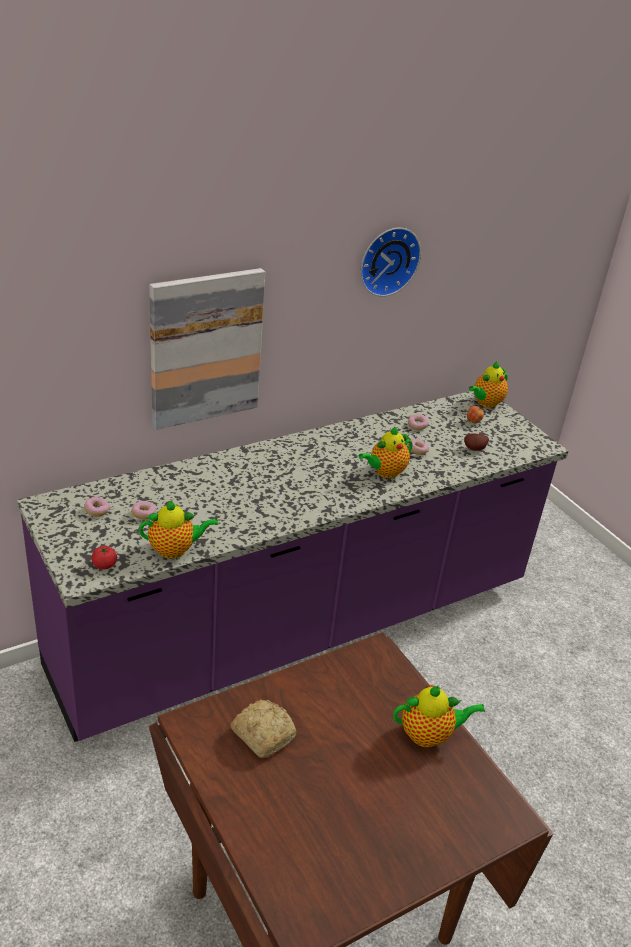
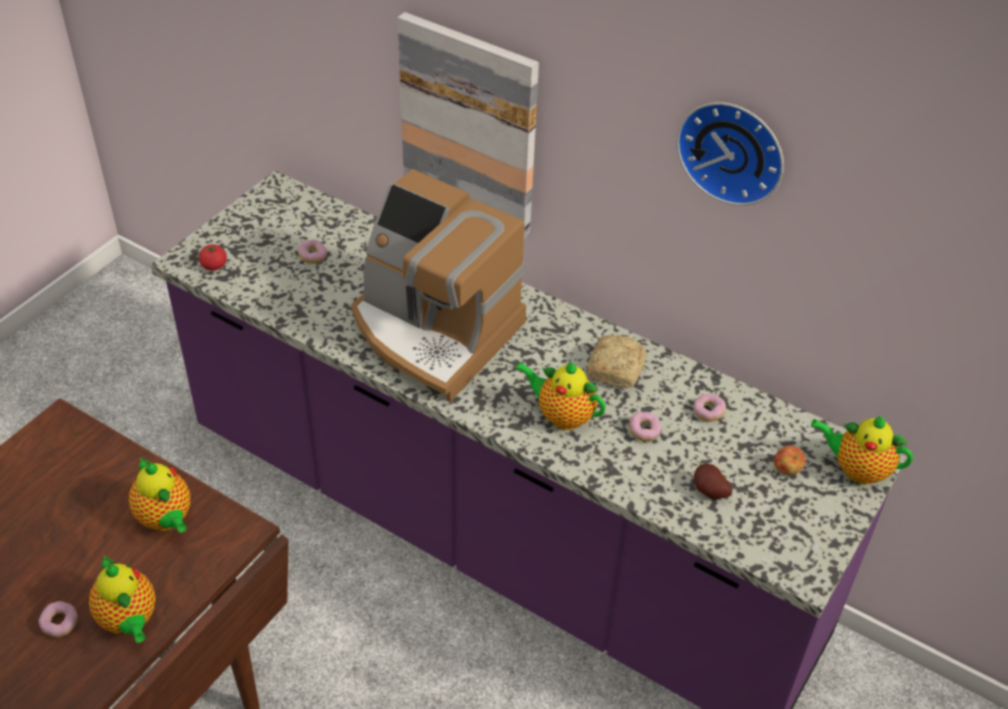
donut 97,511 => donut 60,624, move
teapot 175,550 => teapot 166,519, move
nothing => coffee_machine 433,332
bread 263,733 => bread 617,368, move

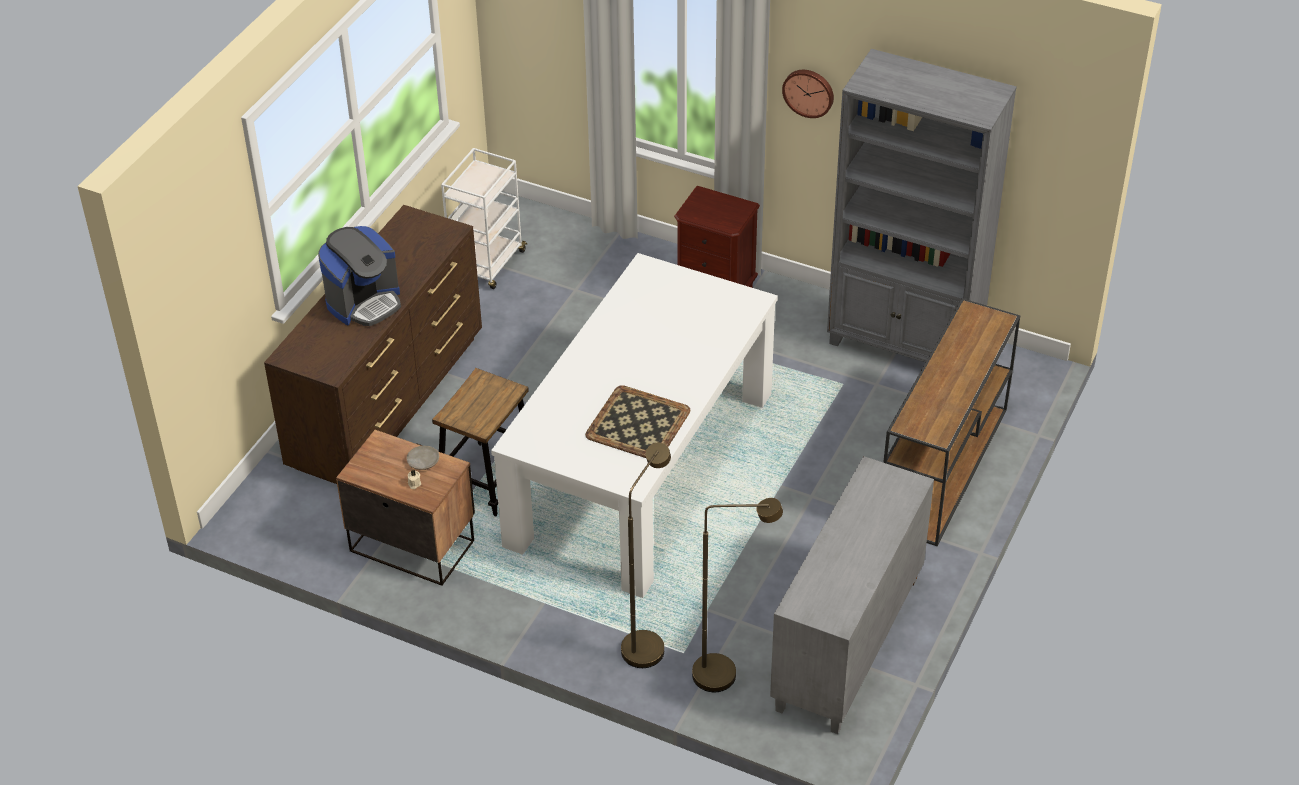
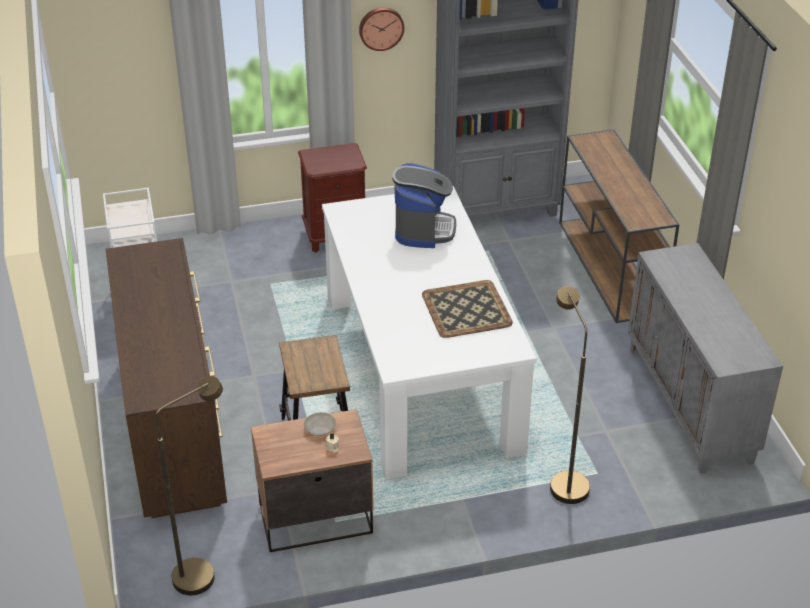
brown_floor_lamp 726,673 => brown_floor_lamp 203,571, move
coffee_machine 364,302 => coffee_machine 423,229, move

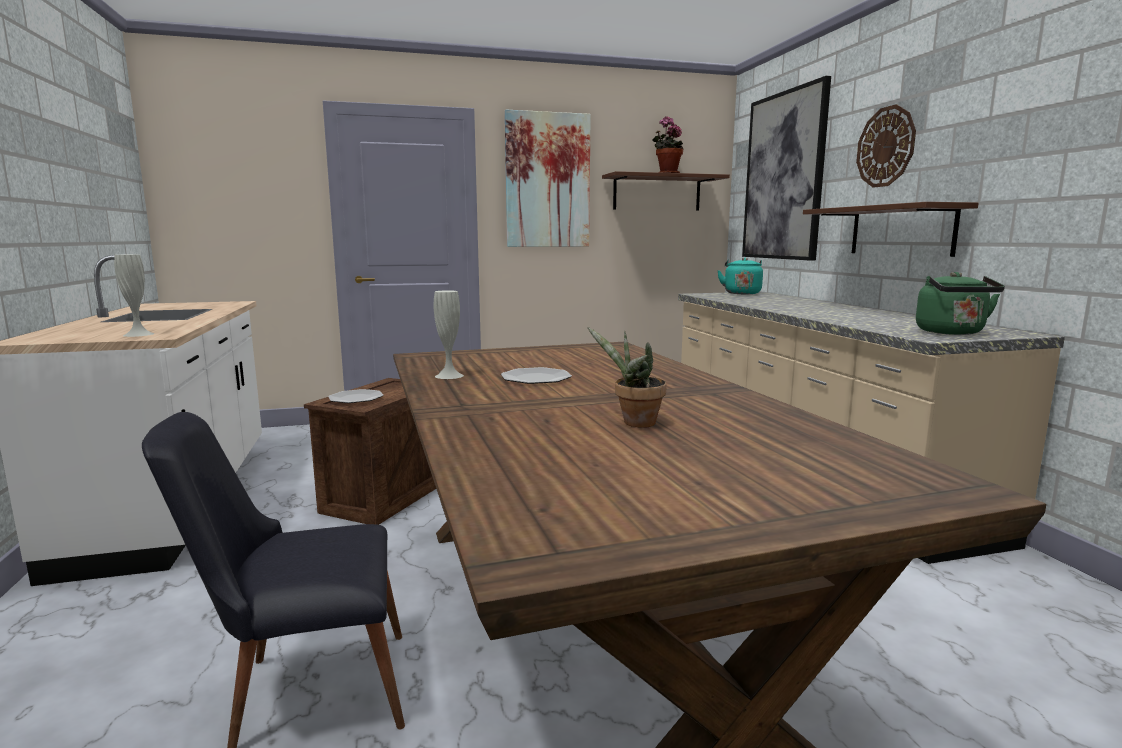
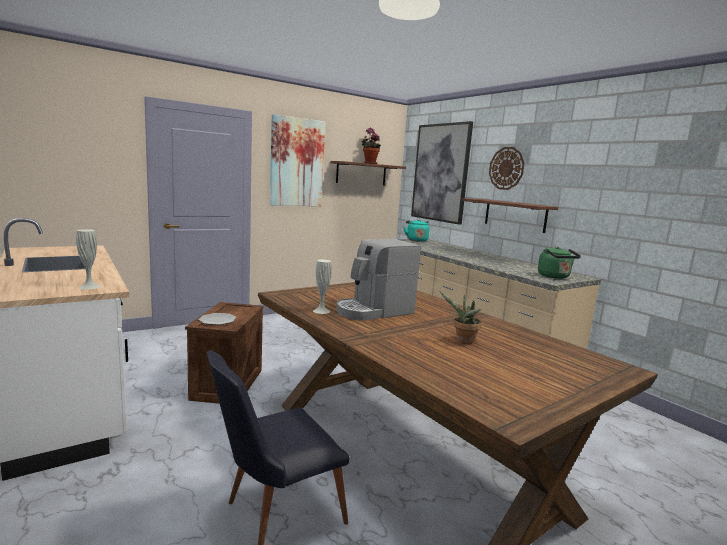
plate 536,378 => coffee_machine 373,311

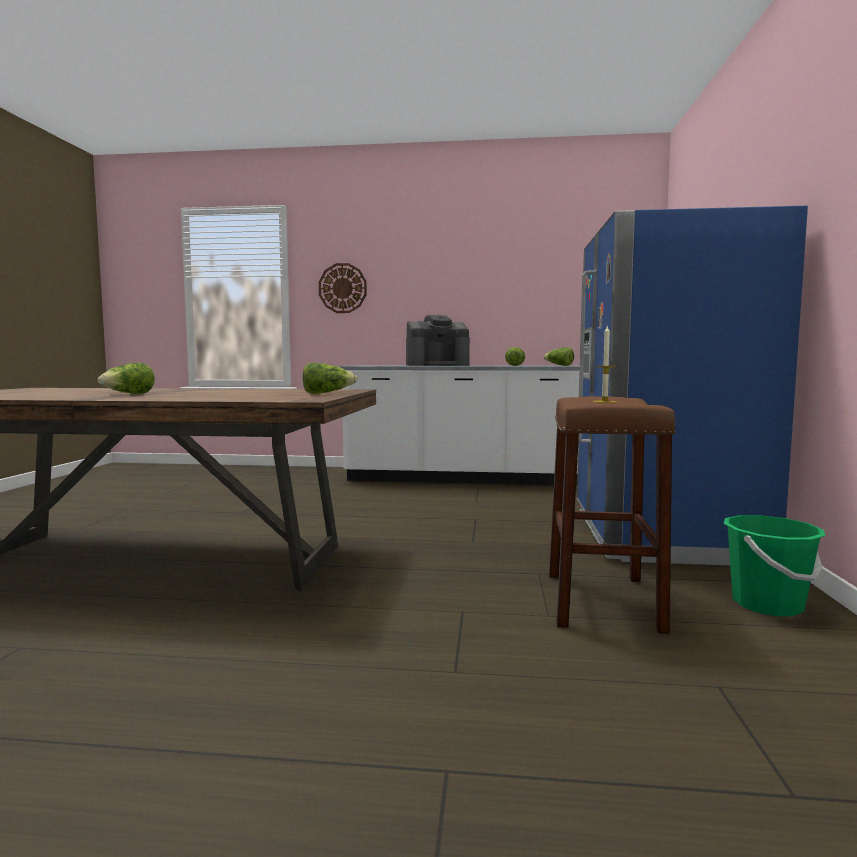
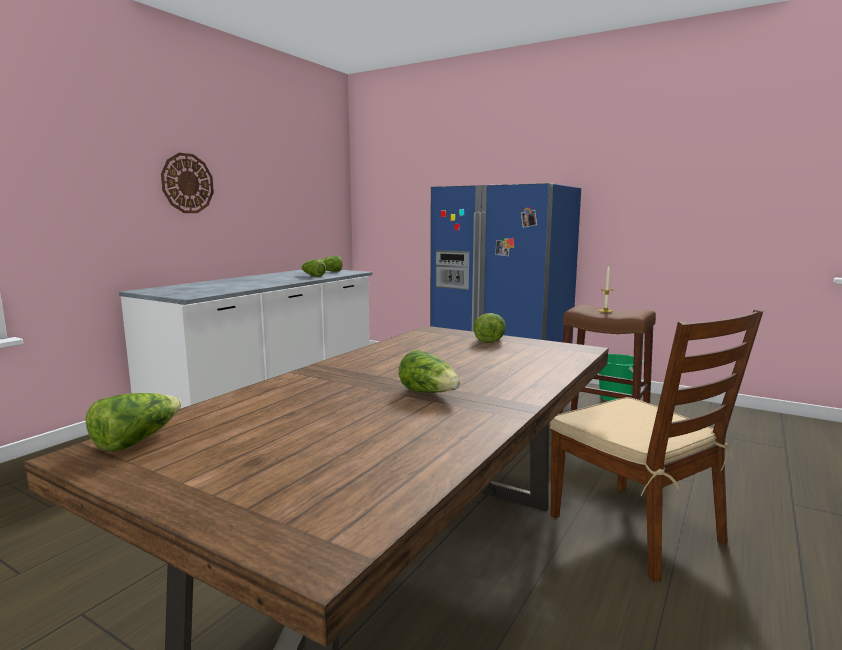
nothing => lettuce 136,440
wall_clock 342,288 => wall_clock 187,183, move
nothing => brown_chair 637,529
coffee_machine 437,365 => nothing

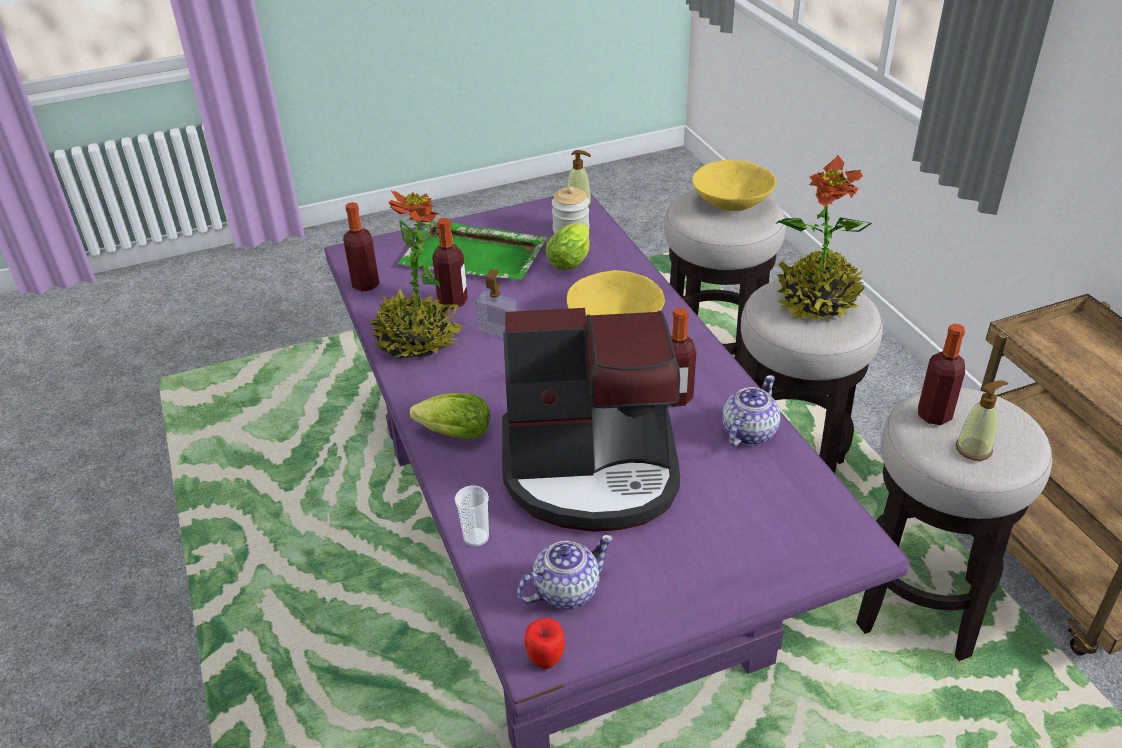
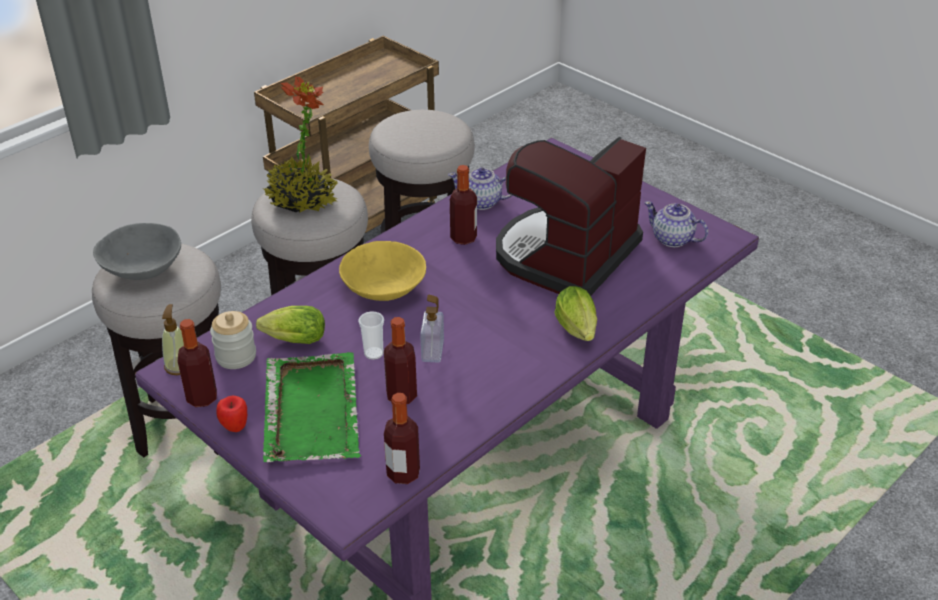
yellow_bowl 732,202 => grey_bowl 142,269
bottle 934,415 => bottle 202,398, move
apple 545,660 => apple 235,428, move
cup 476,537 => cup 373,353, move
coffee_machine 592,470 => coffee_machine 565,255, 120 degrees counterclockwise
potted_plant 417,341 => nothing
soap_dispenser 974,449 => nothing

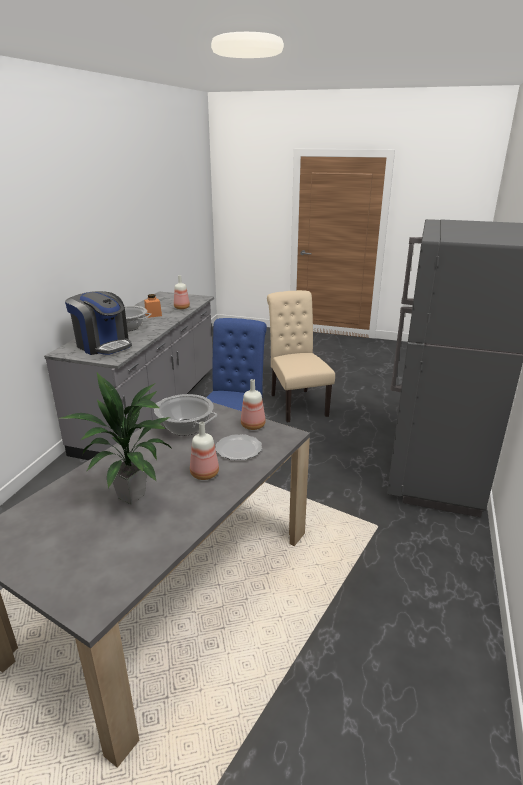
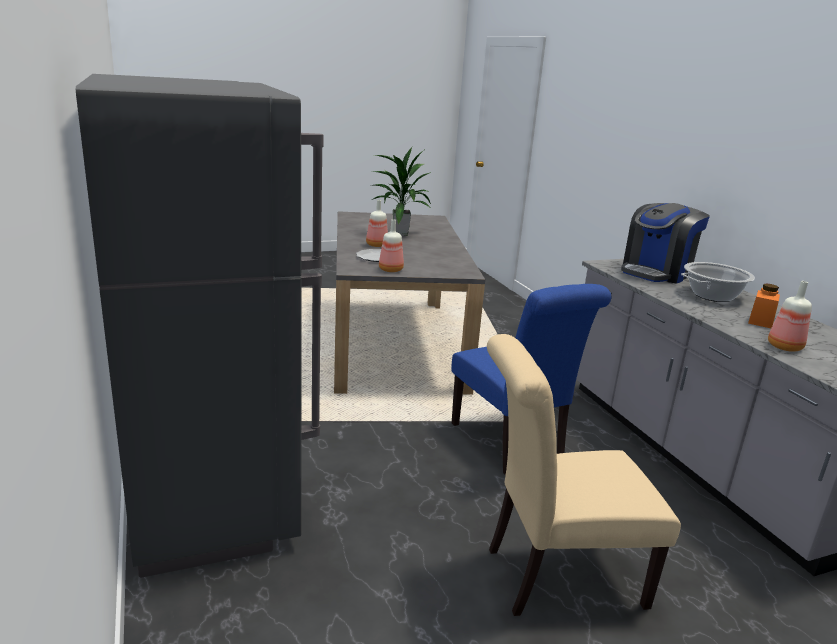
beige_chair 296,403 => beige_chair 554,576, 135 degrees clockwise
coffee_machine 103,345 => coffee_machine 656,272, 45 degrees counterclockwise
cooking_pot 185,427 => nothing

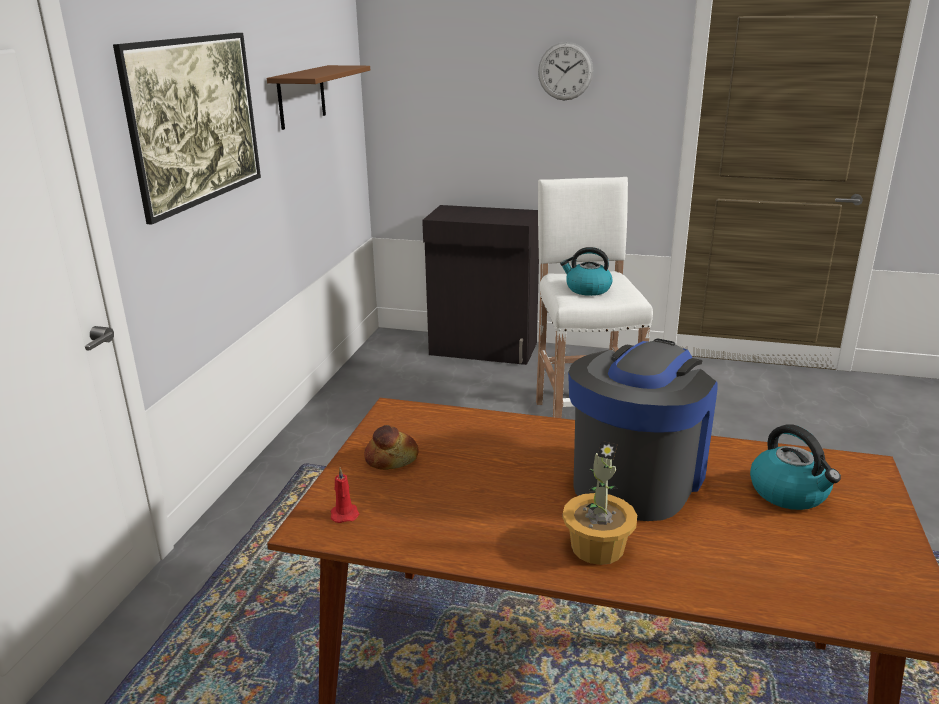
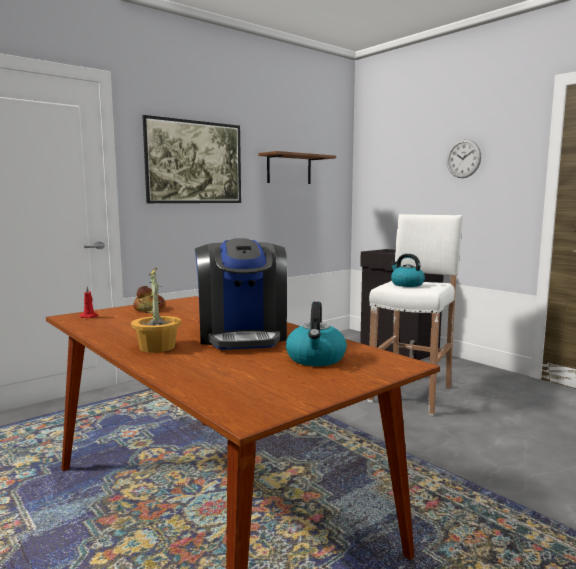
coffee_machine 637,477 => coffee_machine 243,336, 105 degrees clockwise

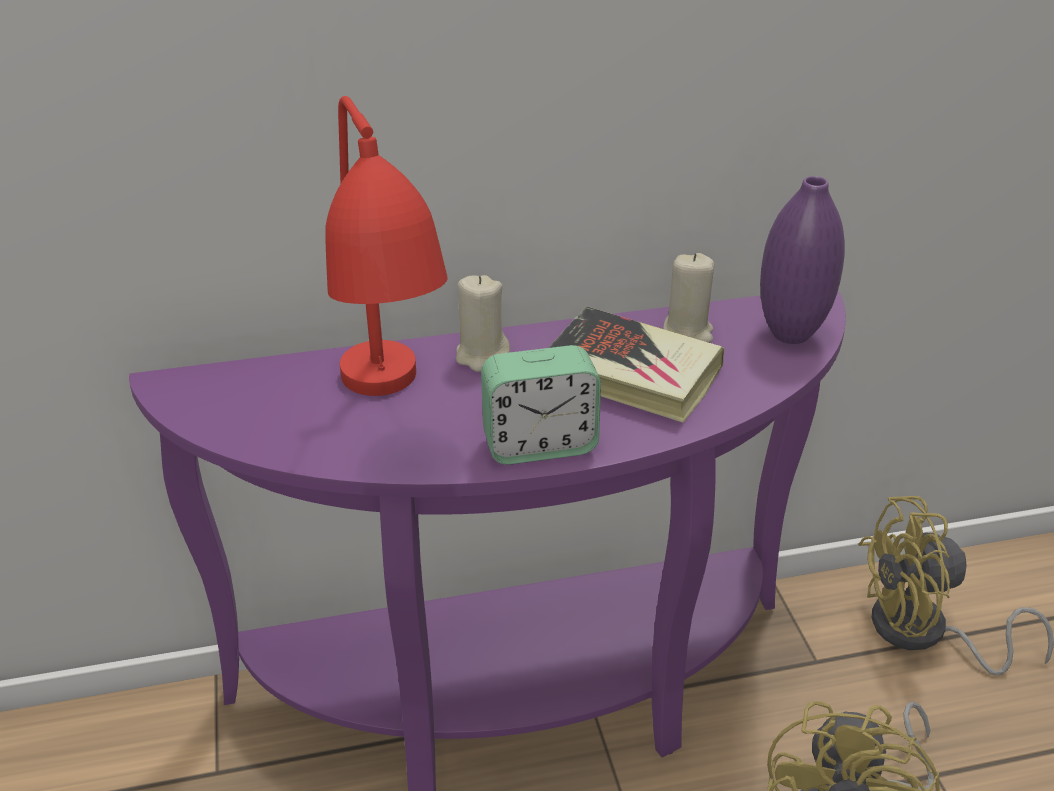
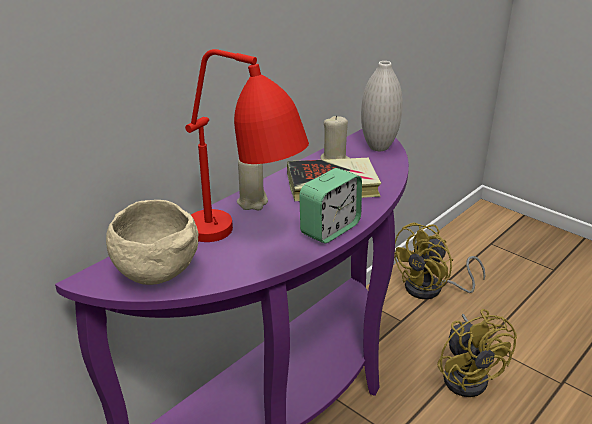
nothing => beige_bowl 155,272
purple_vase 790,334 => white_vase 378,147

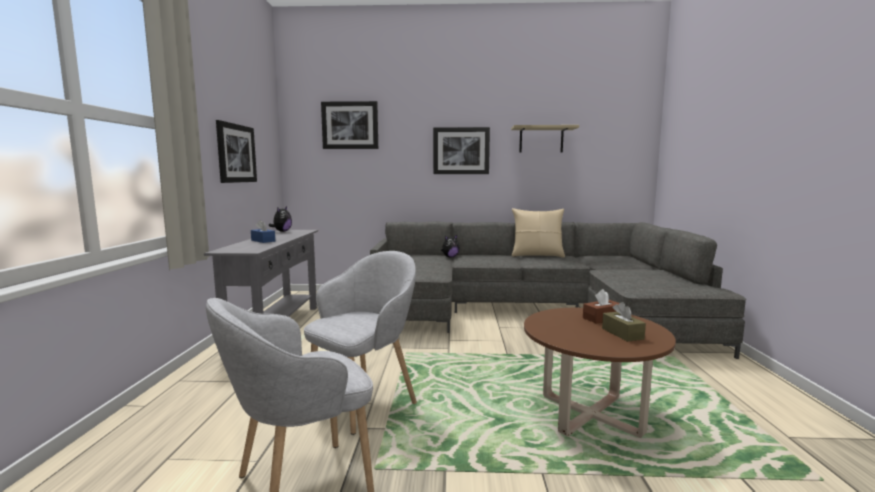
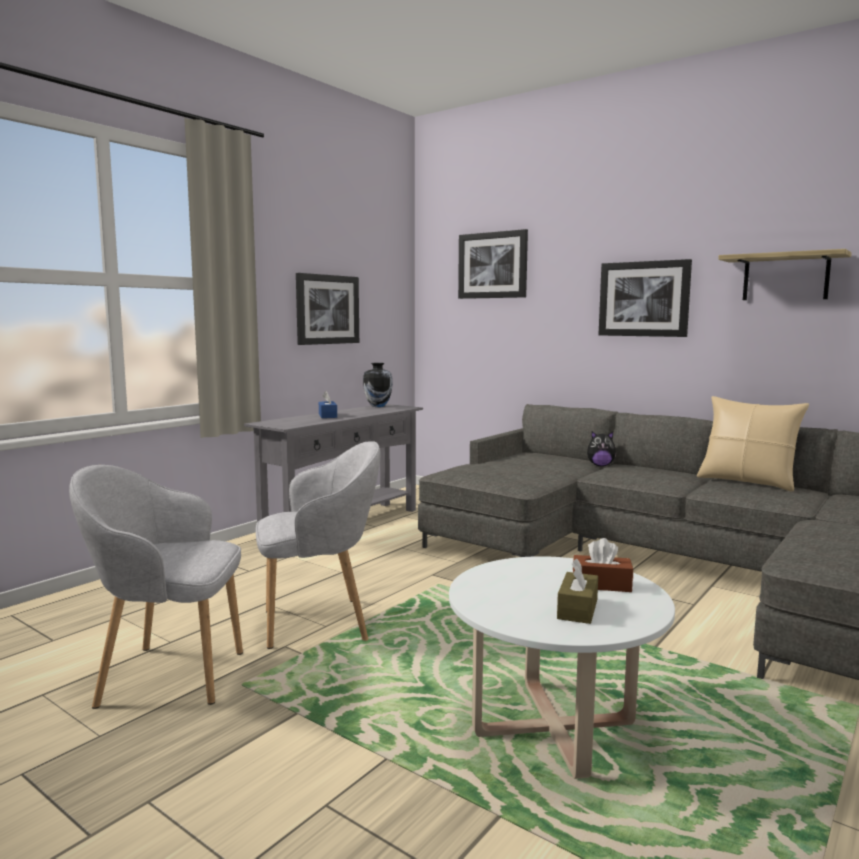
plush_toy 282,231 => vase 378,406
brown_coffee_table 590,415 => white_coffee_table 554,728

